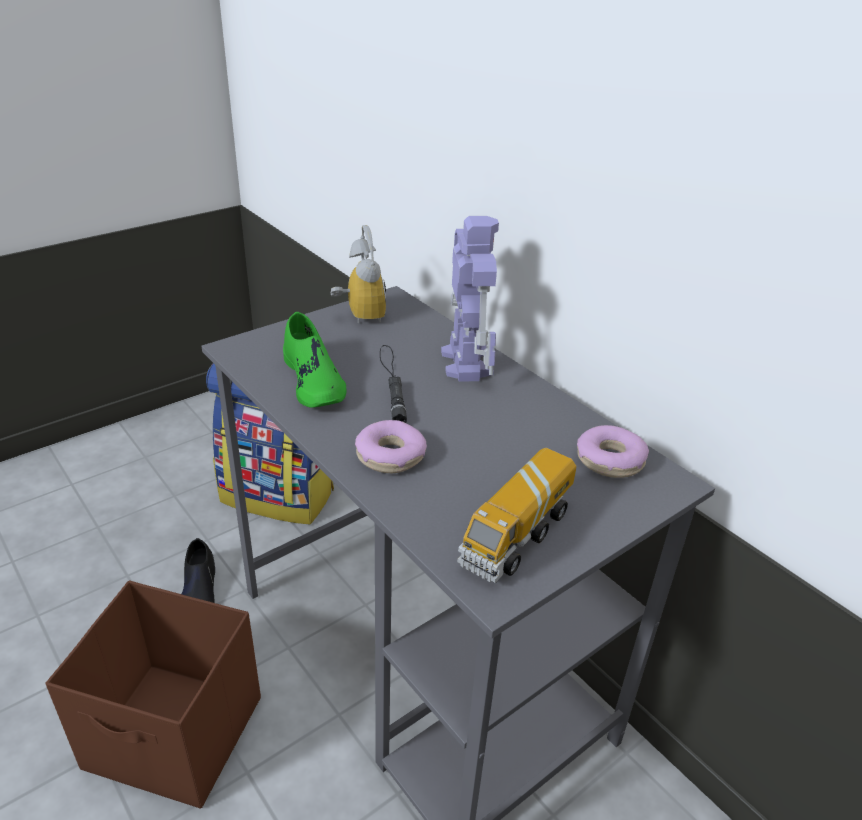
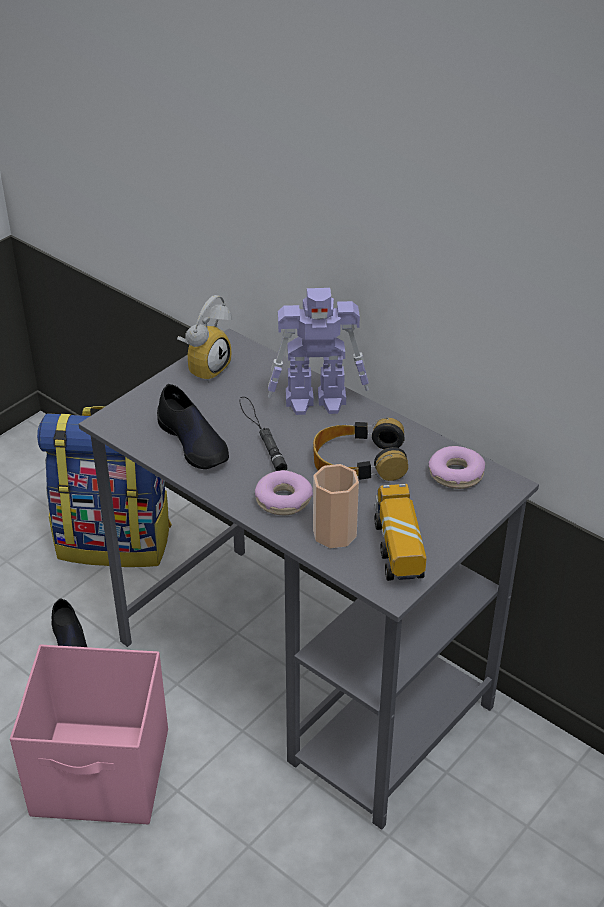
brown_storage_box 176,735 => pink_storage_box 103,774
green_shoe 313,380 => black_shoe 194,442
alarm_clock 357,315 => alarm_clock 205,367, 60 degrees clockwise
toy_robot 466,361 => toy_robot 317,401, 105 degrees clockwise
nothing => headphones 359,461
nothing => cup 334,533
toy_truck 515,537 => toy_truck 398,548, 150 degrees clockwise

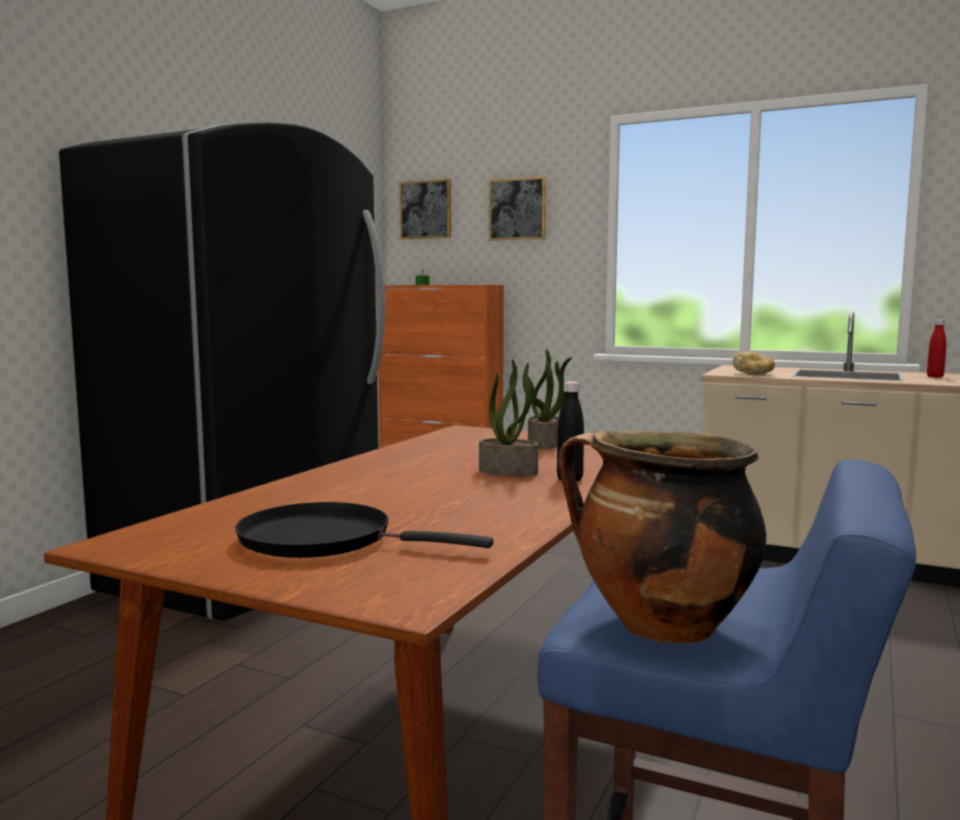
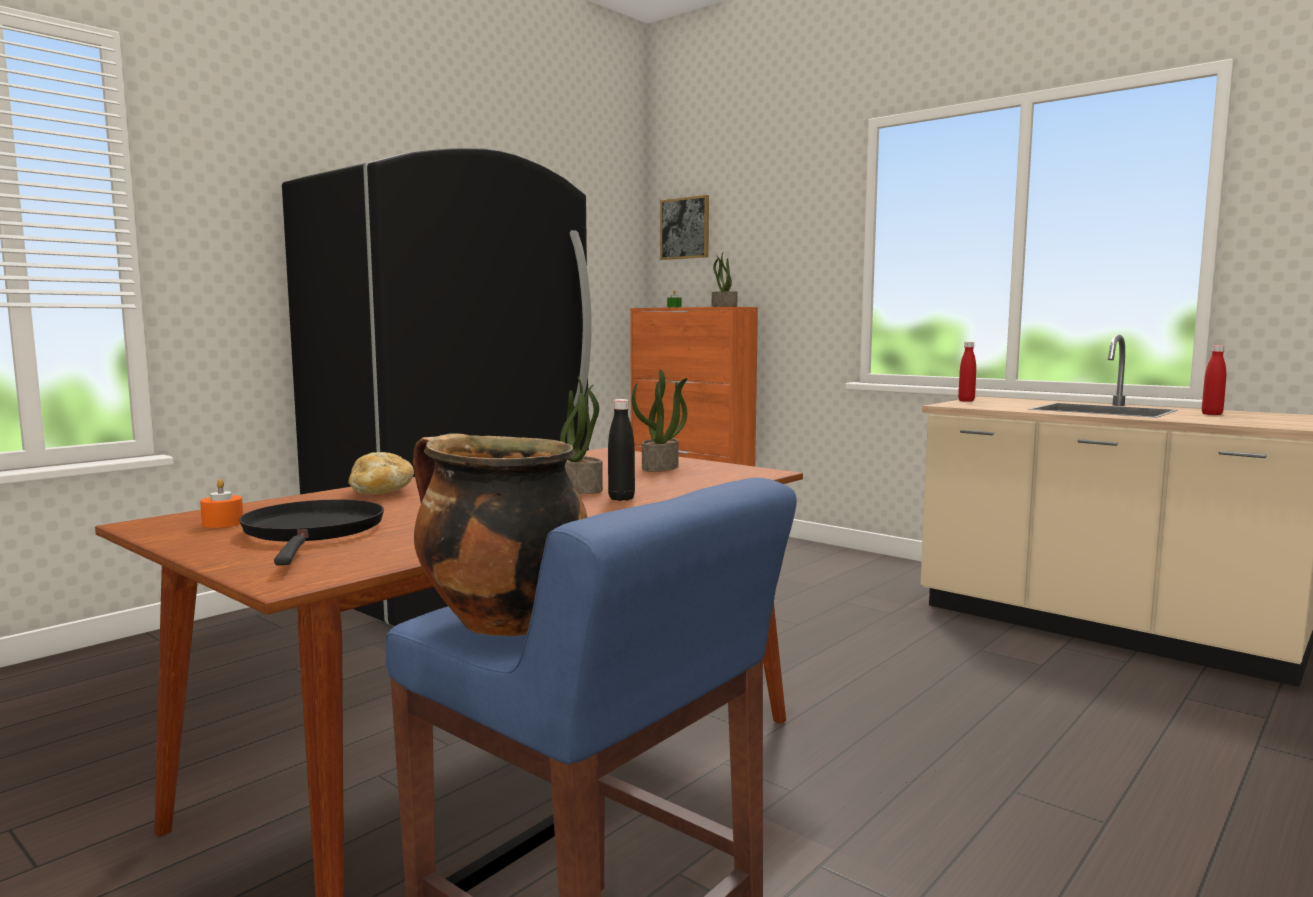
nothing => orange_candle 223,523
black_frying_pan 325,540 => black_frying_pan 313,532, 45 degrees clockwise
bread 754,374 => bread 381,492, move
nothing => potted_plant 723,306
nothing => red_bottle 966,401
picture 518,209 => nothing

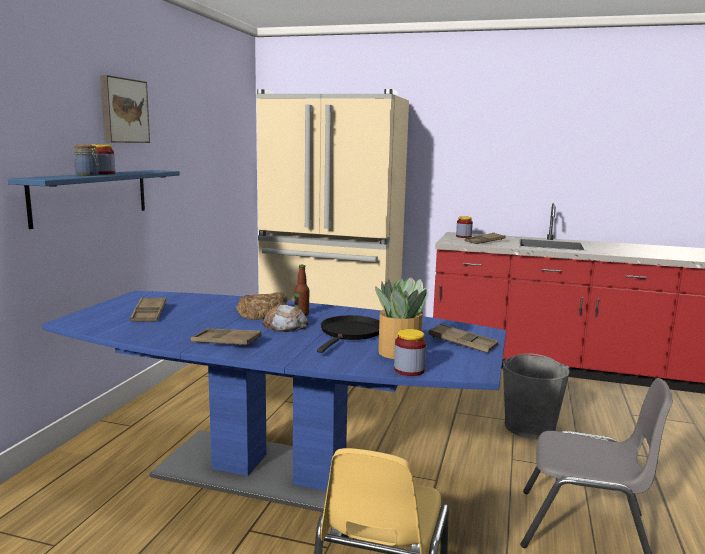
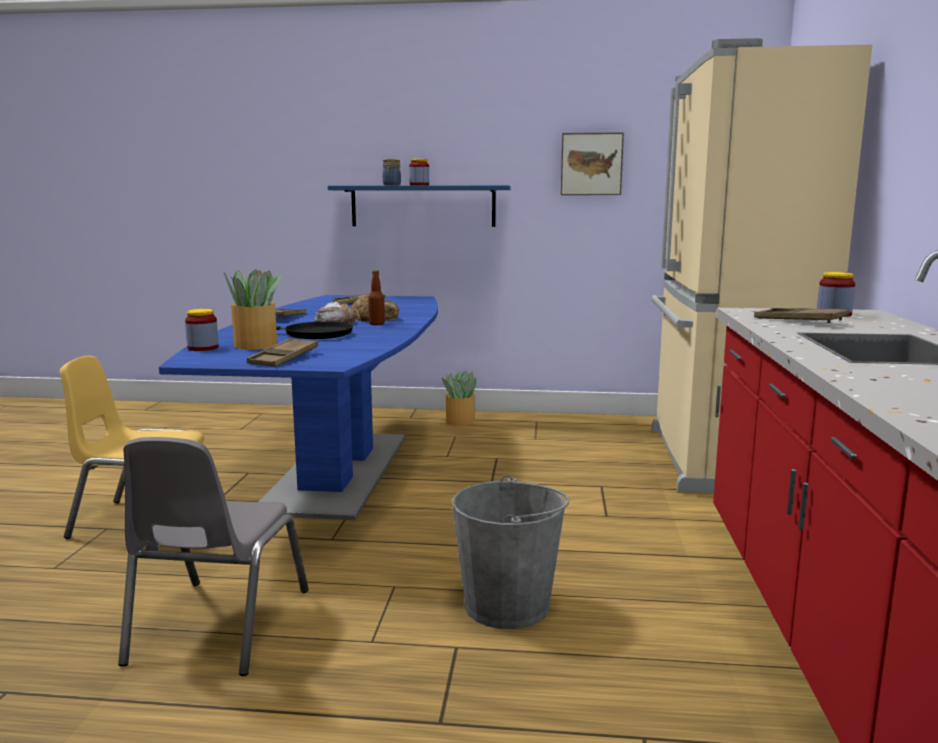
nothing => potted_plant 459,421
picture 123,110 => picture 591,164, move

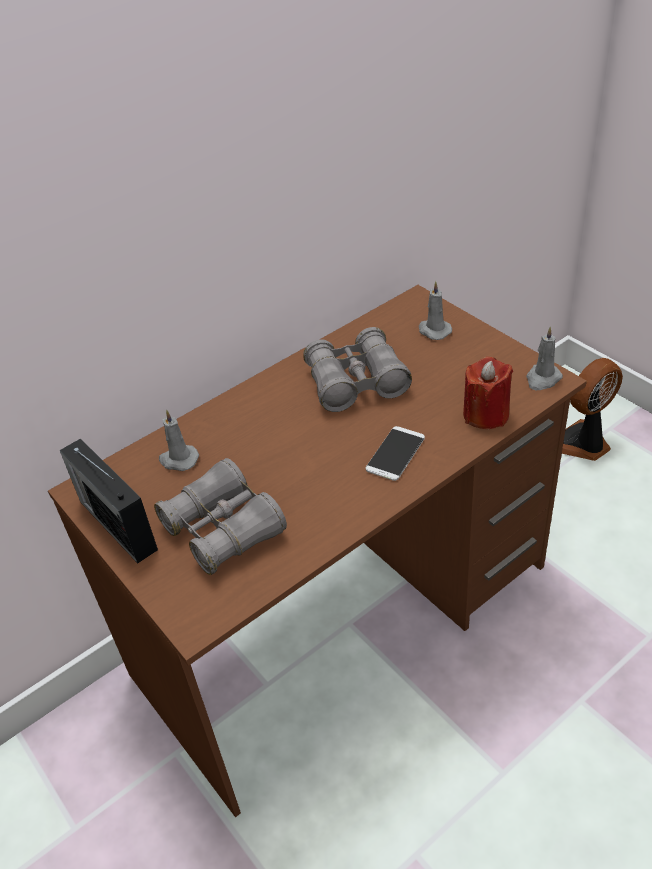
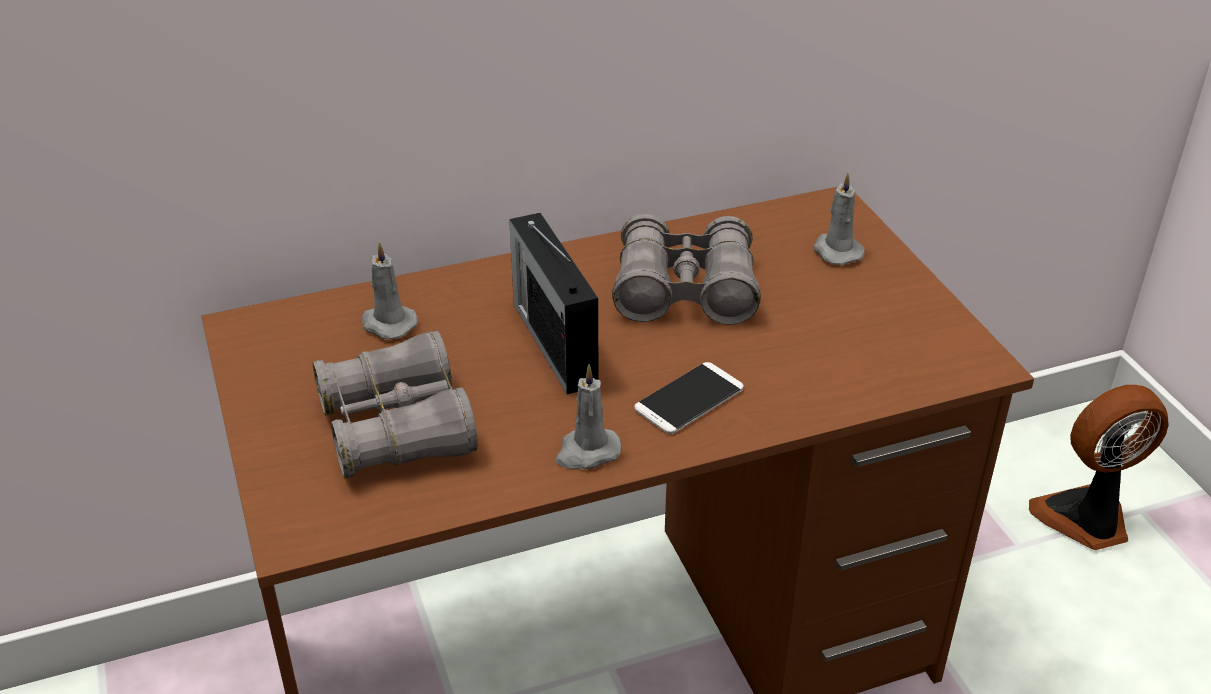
radio 117,523 => radio 554,341, move
grey_candle 542,379 => grey_candle 587,452, move
red_candle 486,414 => nothing

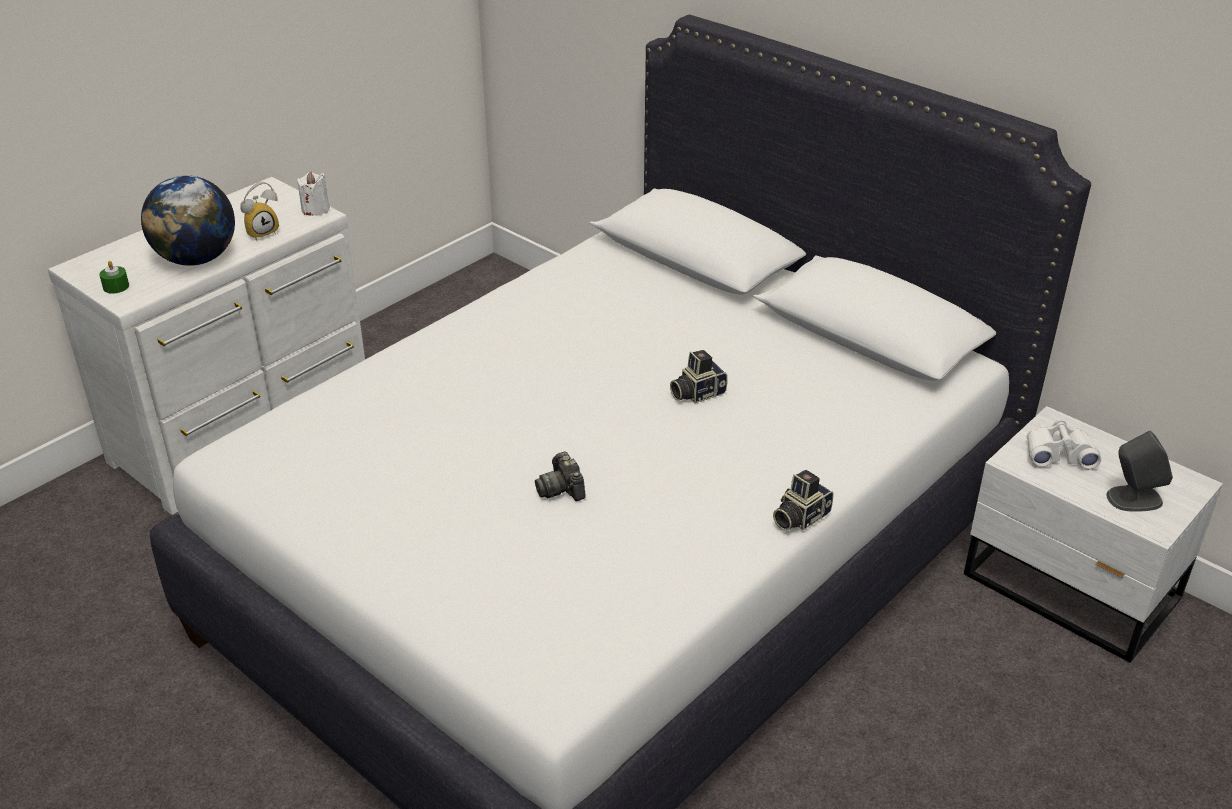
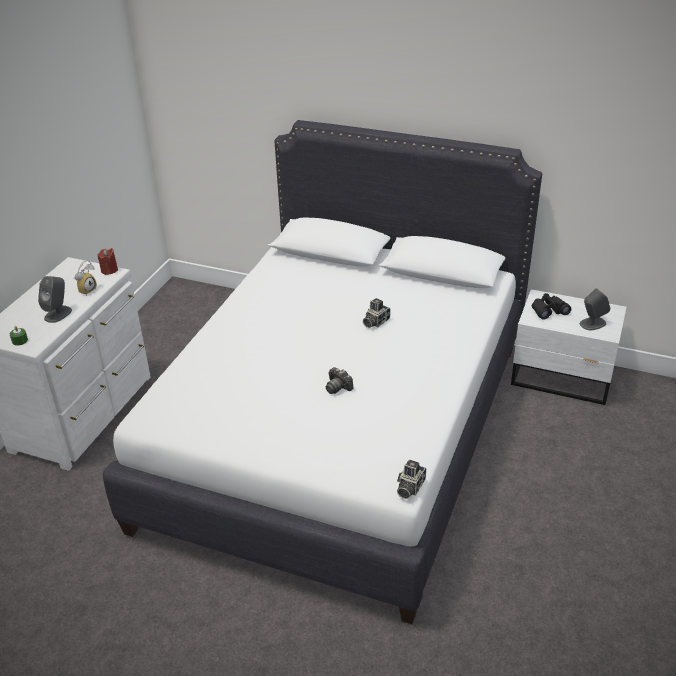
globe 197,259 => grey_speaker 58,314
white_candle 315,209 => red_candle 109,270
photo_camera 799,517 => photo_camera 409,487, move
white_binoculars 1058,454 => black_binoculars 548,311

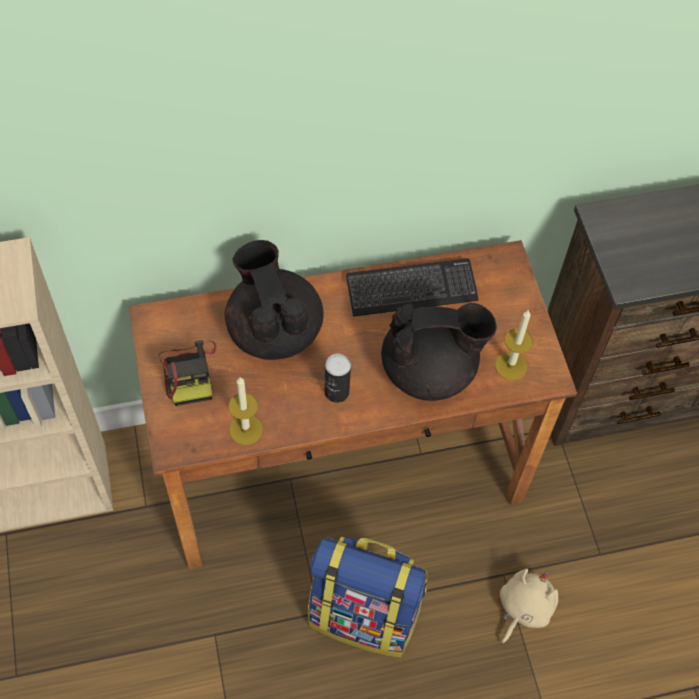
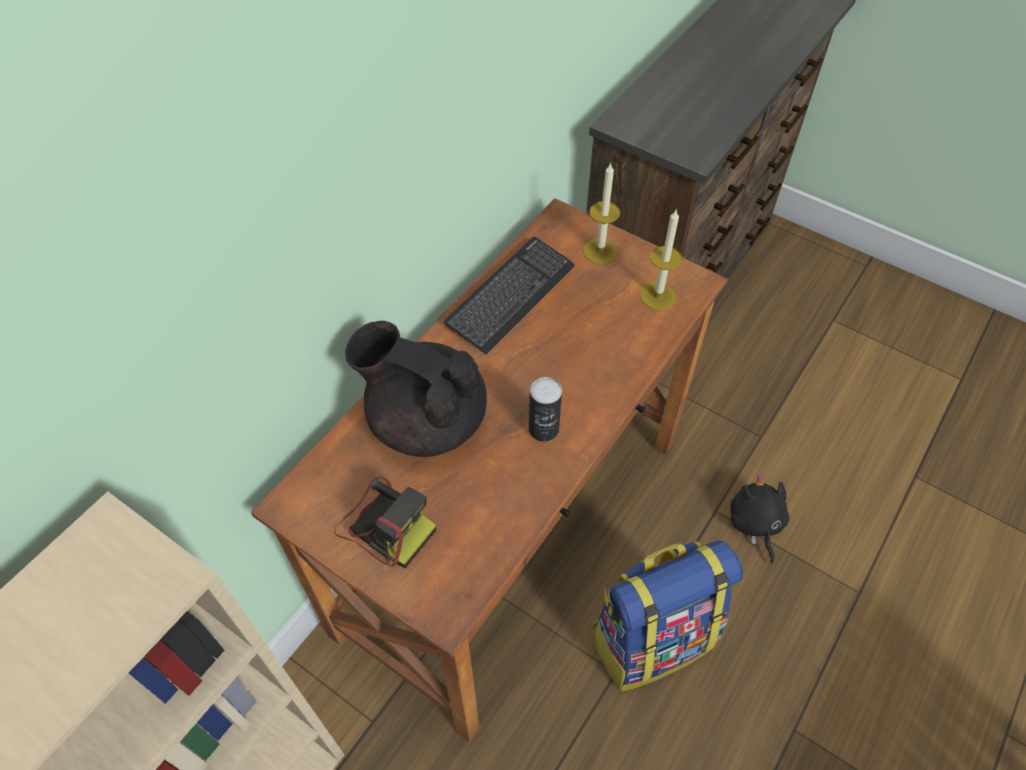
candle 246,429 => candle 600,251, move
beige_plush_toy 523,608 => black_plush_toy 755,523
black_teapot 430,370 => nothing

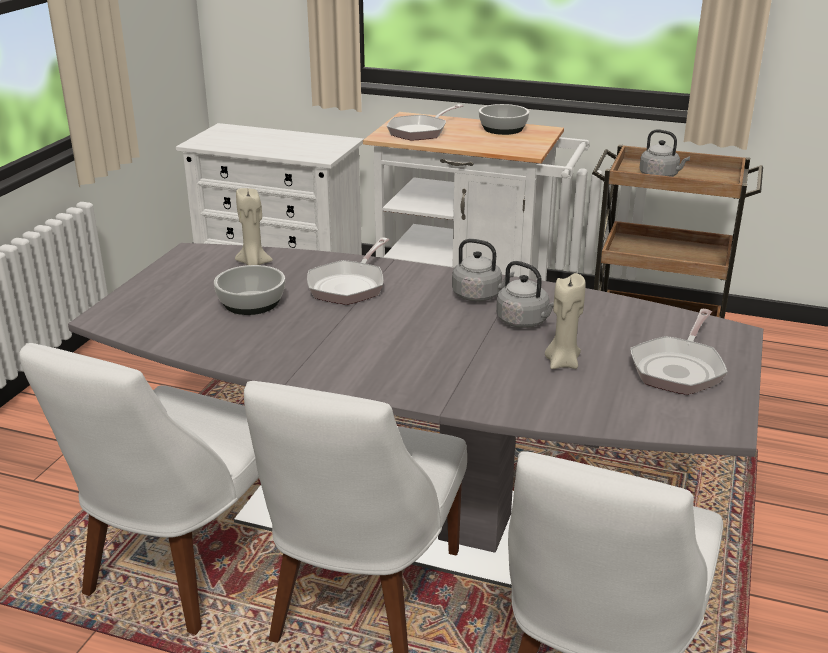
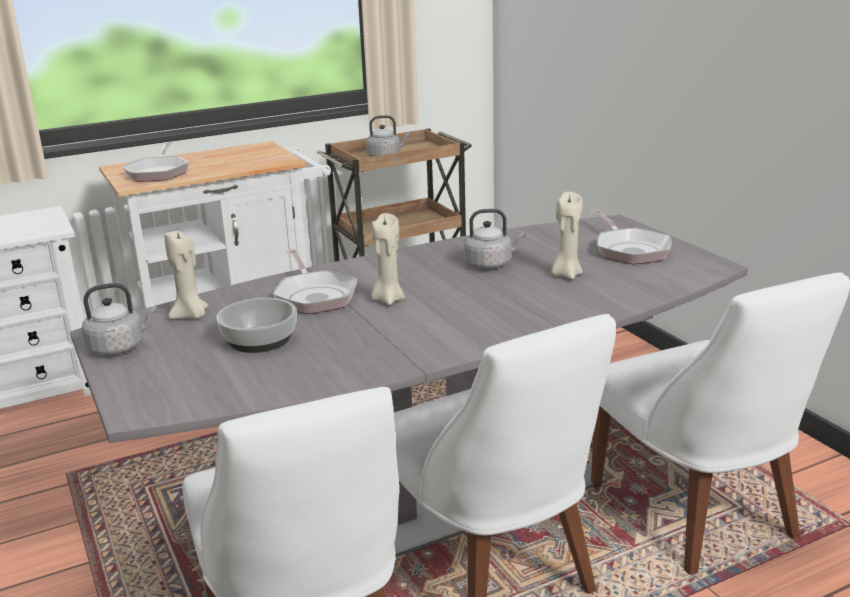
grey_kettle 479,296 => grey_kettle 120,347, move
nothing => beige_candle 388,300
bowl 502,128 => nothing

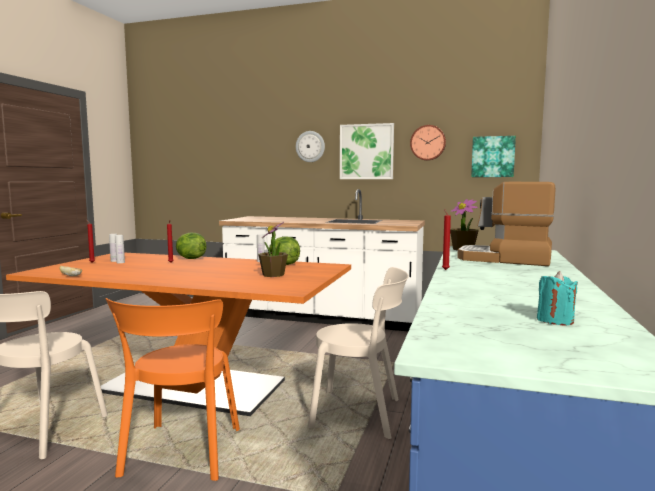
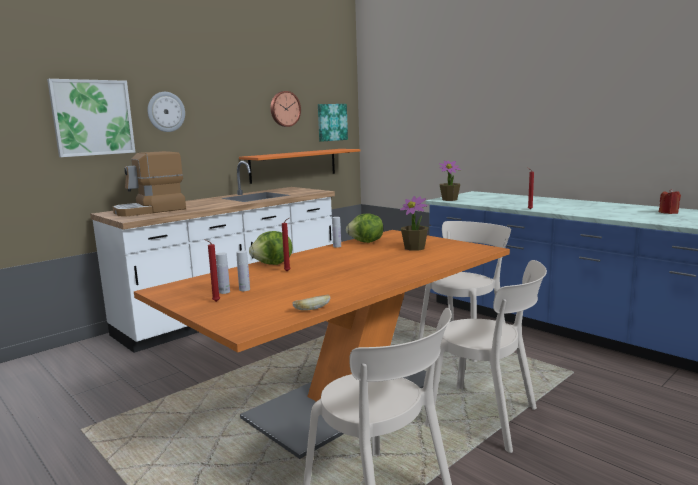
picture 366,152 => picture 92,117, move
coffee_machine 505,259 => coffee_machine 150,210, move
nothing => orange_shelf 294,165
orange_chair 180,455 => beige_chair 487,419
turquoise_candle 555,320 => red_candle 668,212

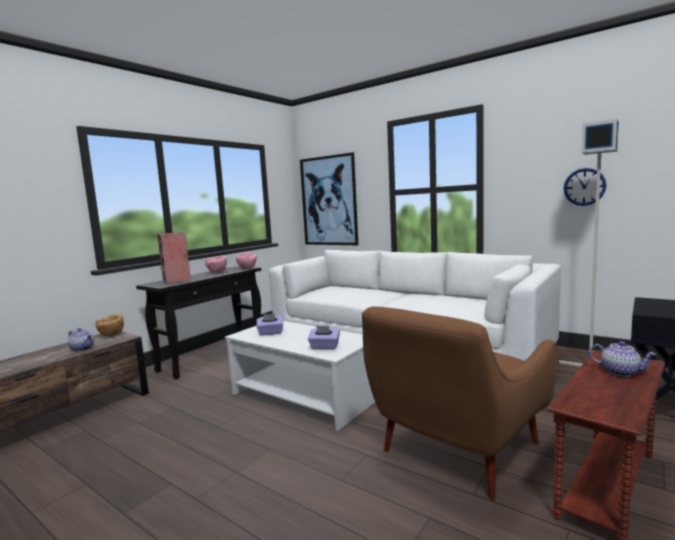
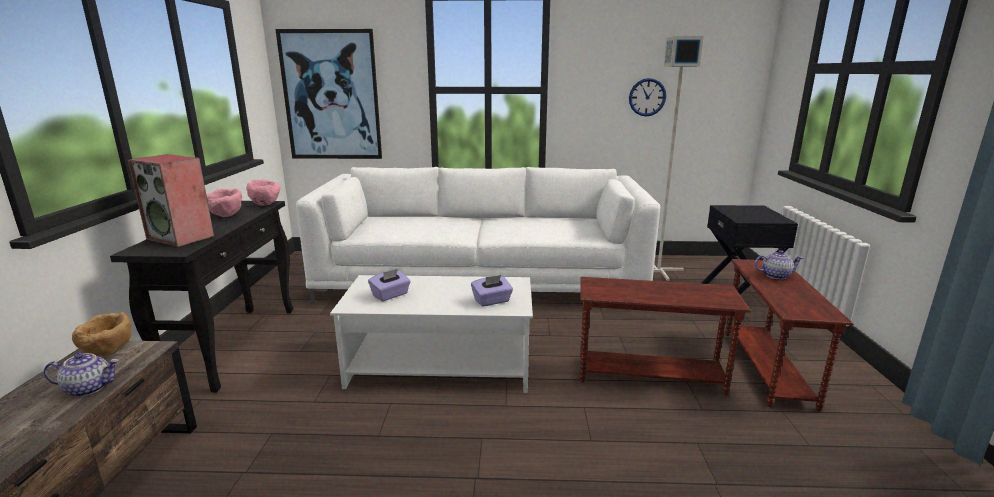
brown_armchair 456,451 => brown_side_table 650,376

